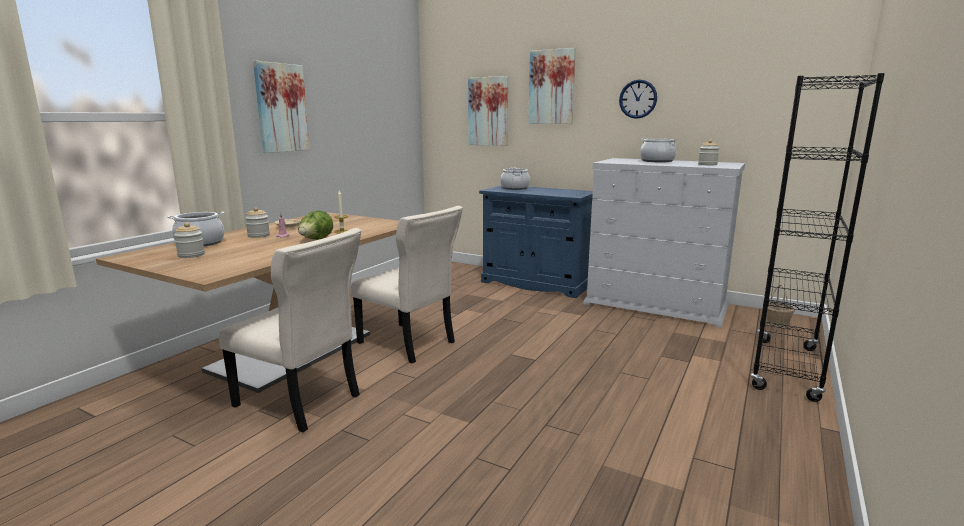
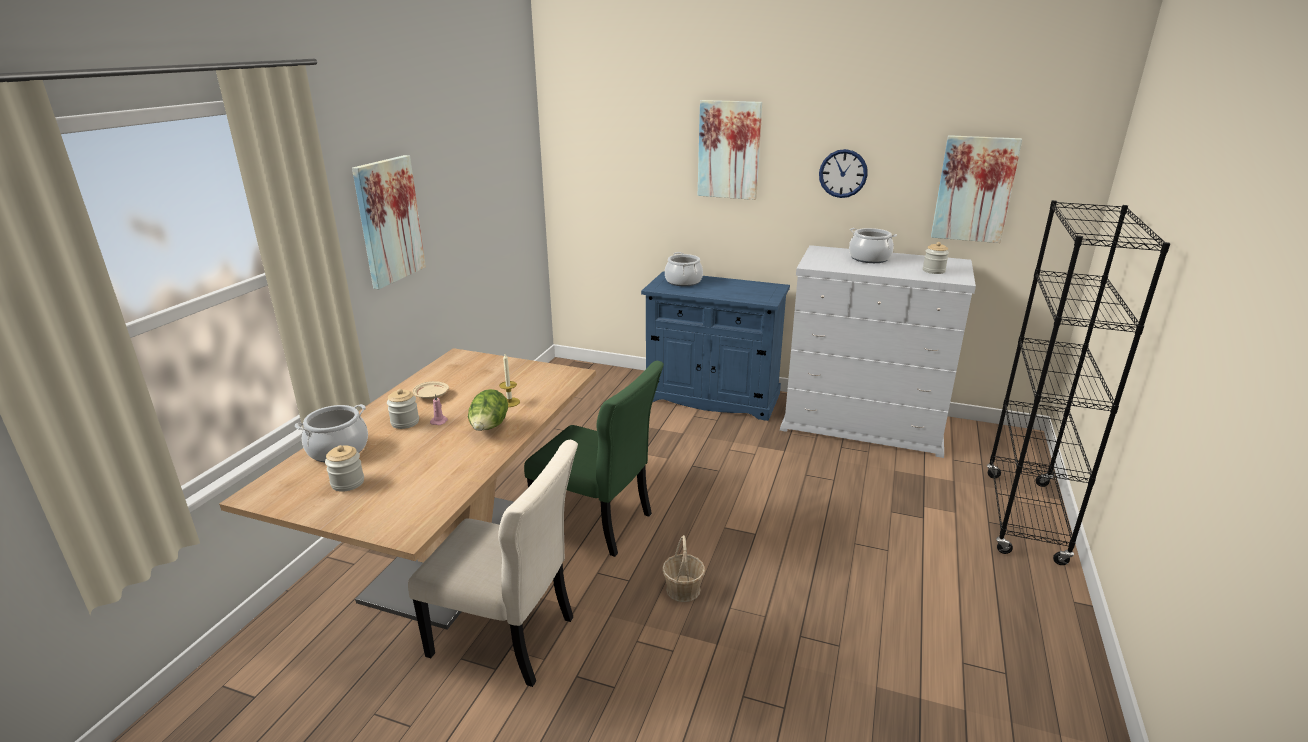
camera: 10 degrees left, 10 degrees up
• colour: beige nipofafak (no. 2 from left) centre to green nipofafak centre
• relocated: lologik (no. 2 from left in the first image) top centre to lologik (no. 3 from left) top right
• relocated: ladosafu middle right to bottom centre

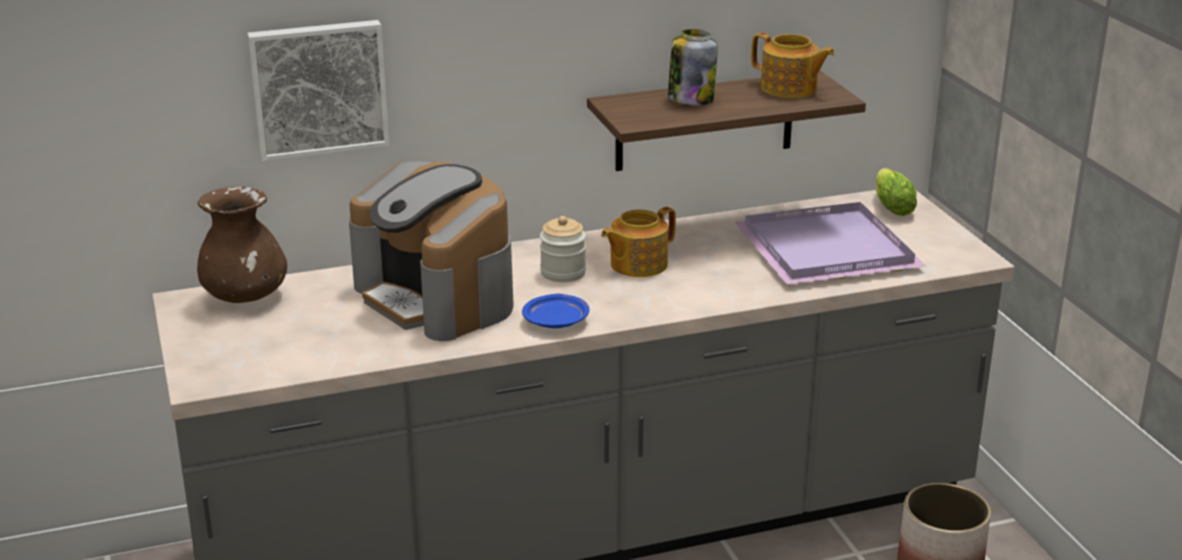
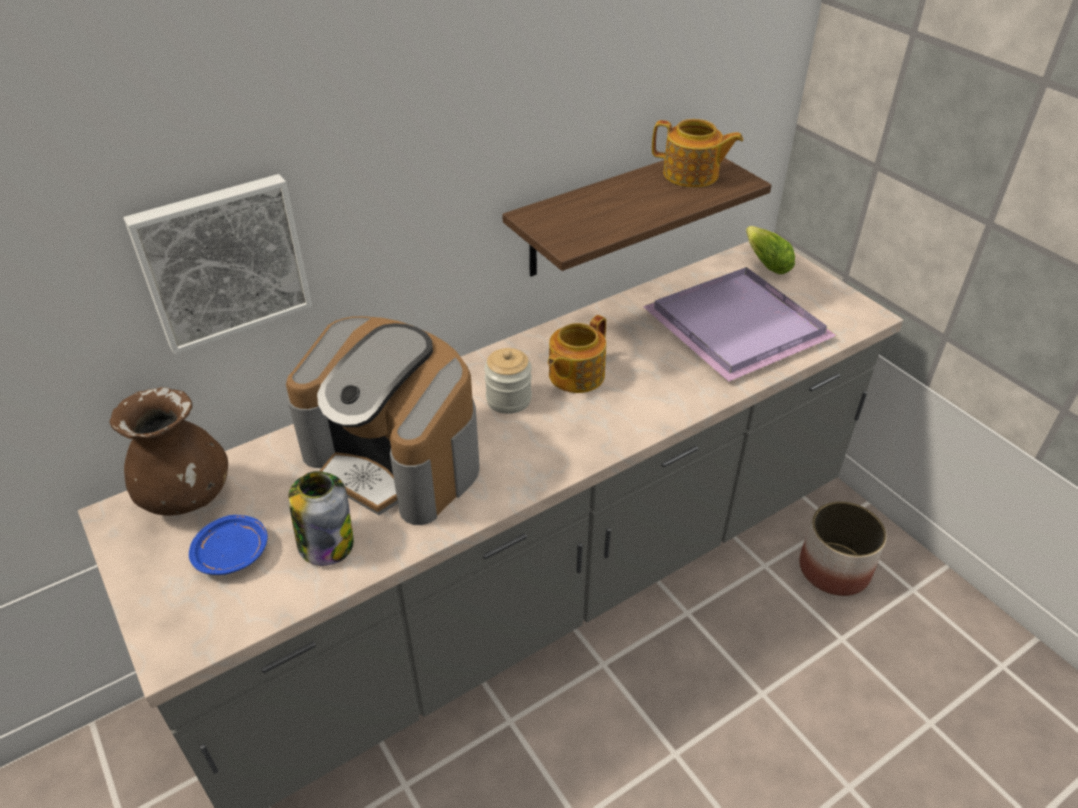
camera: 15 degrees left, 15 degrees up
• relocated: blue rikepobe centre to bottom left
• relocated: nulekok (no. 2 from left in the first image) top centre to nulekok (no. 1 from left) middle left

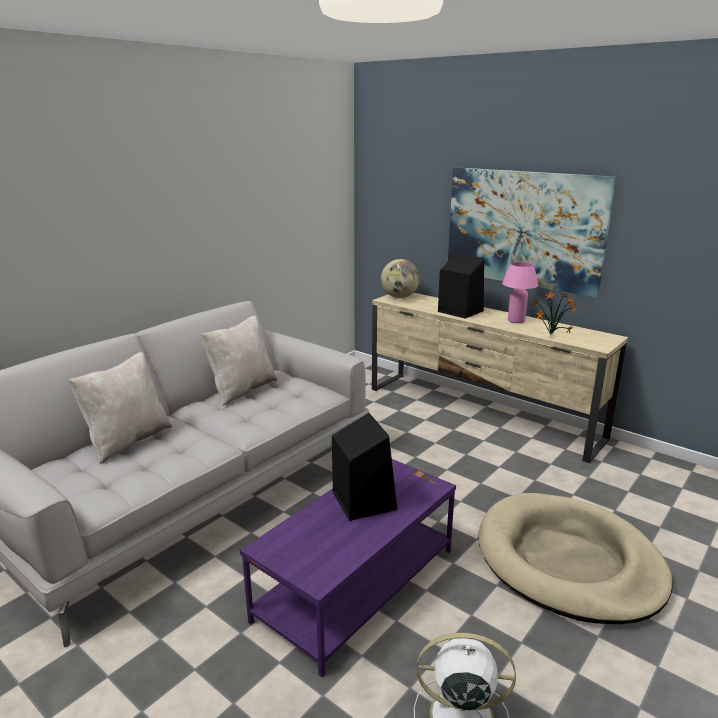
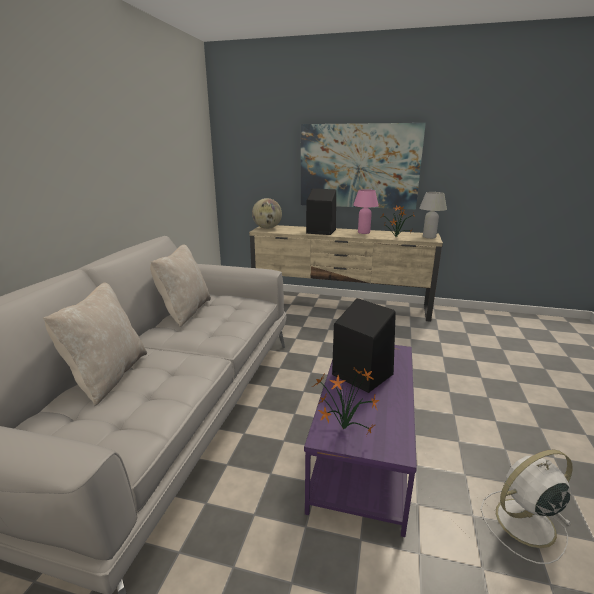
camera: 25 degrees left, 0 degrees up
• missing: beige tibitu bottom right
• appeared: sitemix (no. 1 from left) bottom centre
• appeared: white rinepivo middle right

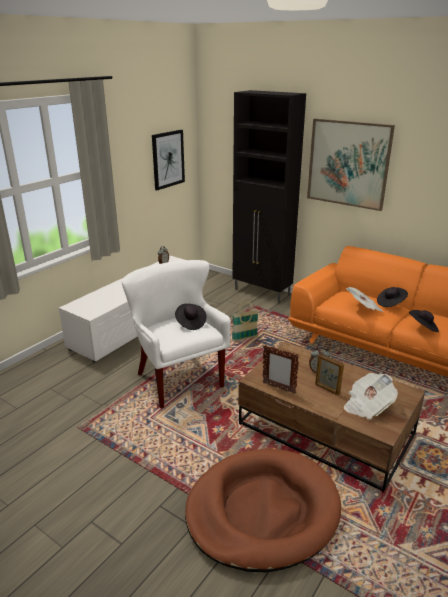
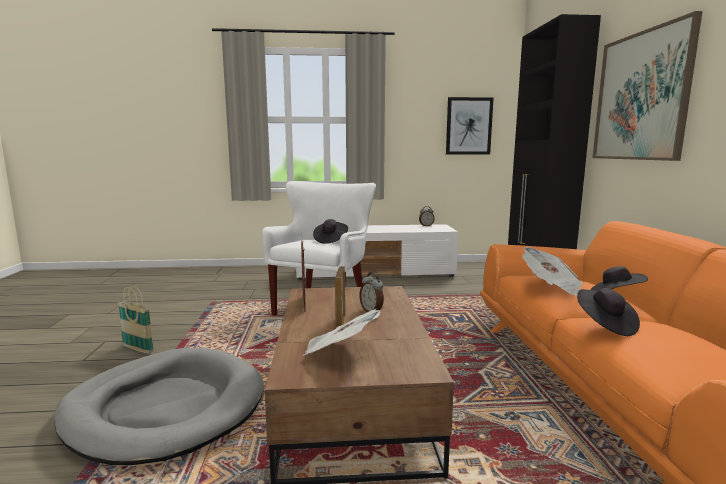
camera: 50 degrees right, 15 degrees down
• colour: brown tibitu bottom centre to grey tibitu bottom left
• relocated: ladosafu centre to middle left

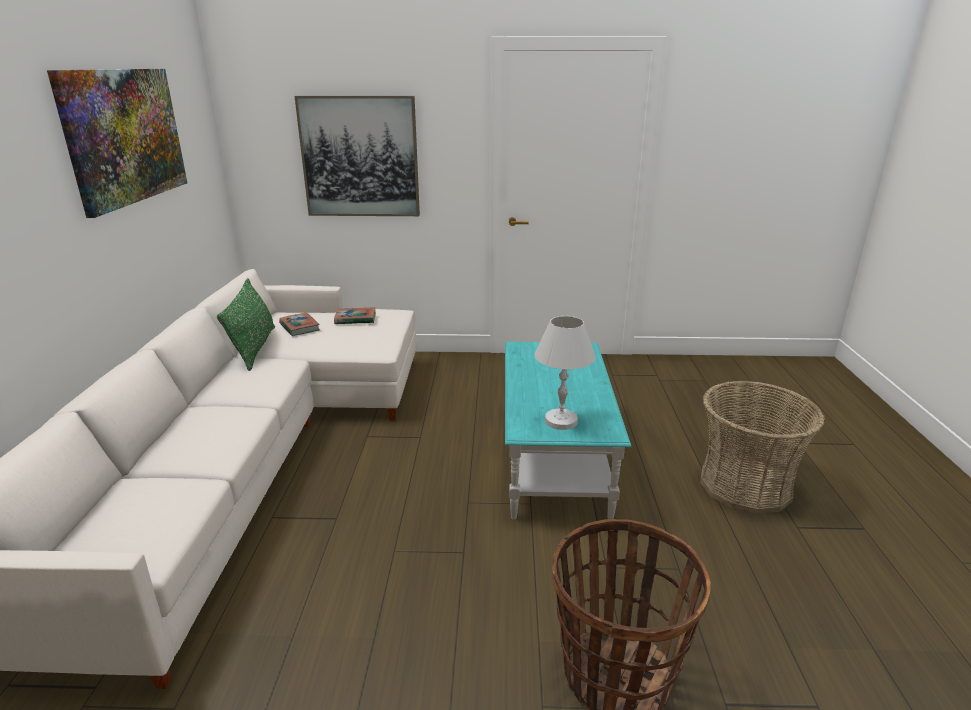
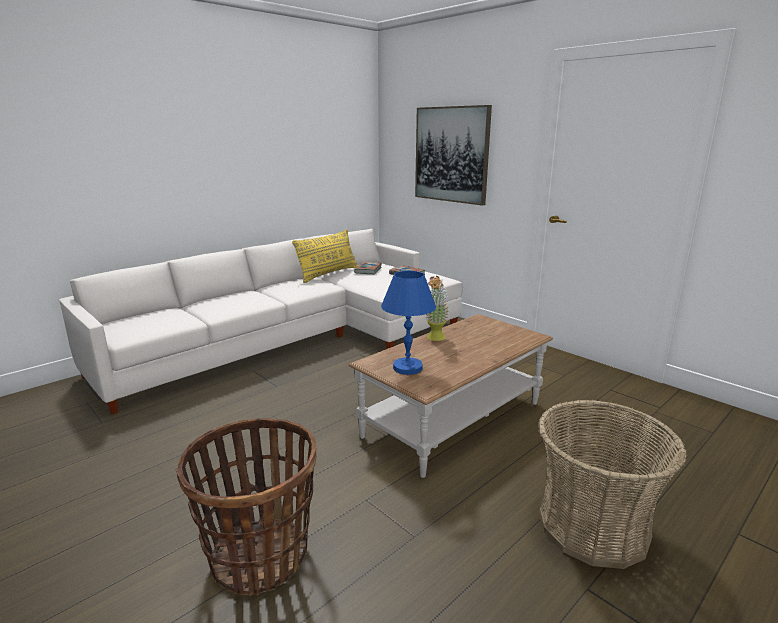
camera: 45 degrees right, 5 degrees down
• missing: lologik (no. 1 from left) top left
• colour: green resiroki middle left to yellow resiroki centre
• colour: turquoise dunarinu centre to brown dunarinu centre
• colour: white rinepivo centre to blue rinepivo centre
• appeared: sitemix centre

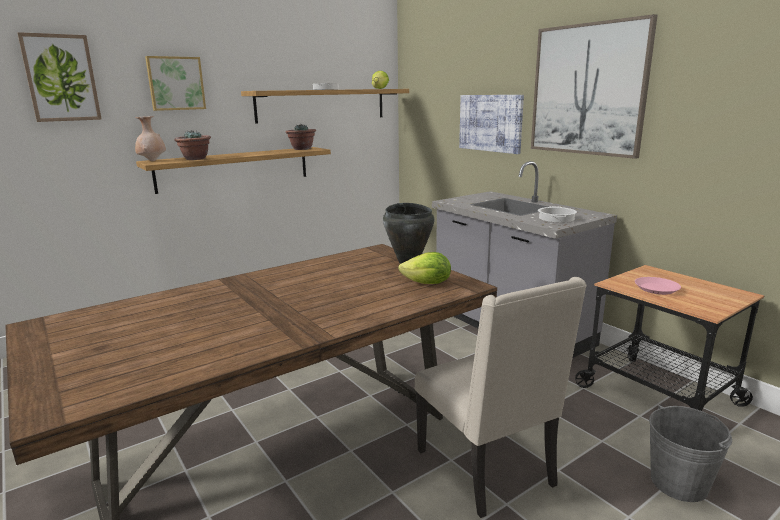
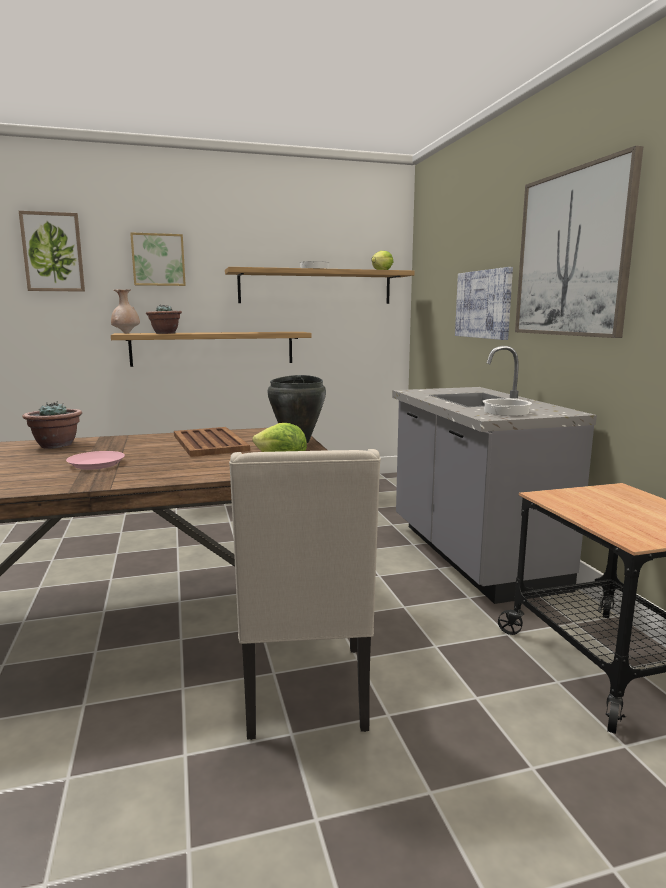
camera: 20 degrees right, 5 degrees down
• relocated: sitemix (no. 2 from left in the first image) top centre to sitemix (no. 1 from left) middle left
• relocated: pink rikepobe middle right to middle left
• missing: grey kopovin bottom right
• appeared: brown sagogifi middle left

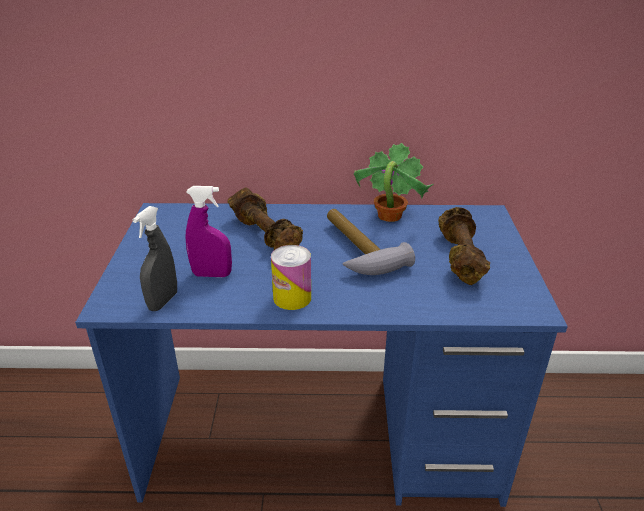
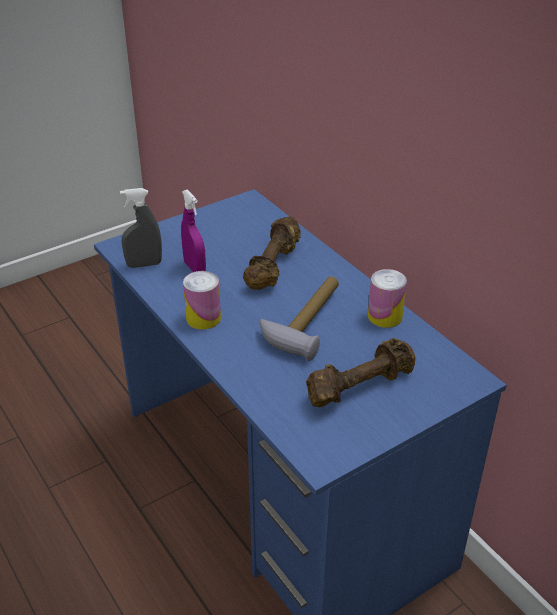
camera: 55 degrees right, 5 degrees up
• exchanged: sitemix centre to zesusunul (no. 2 from left) middle right

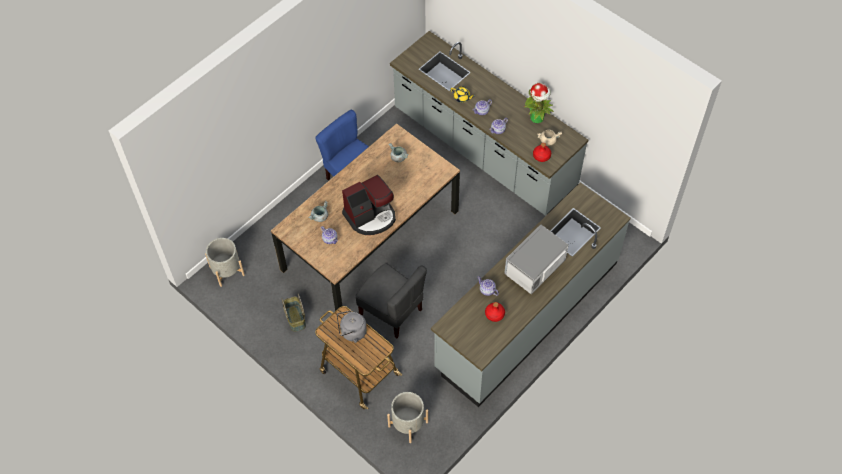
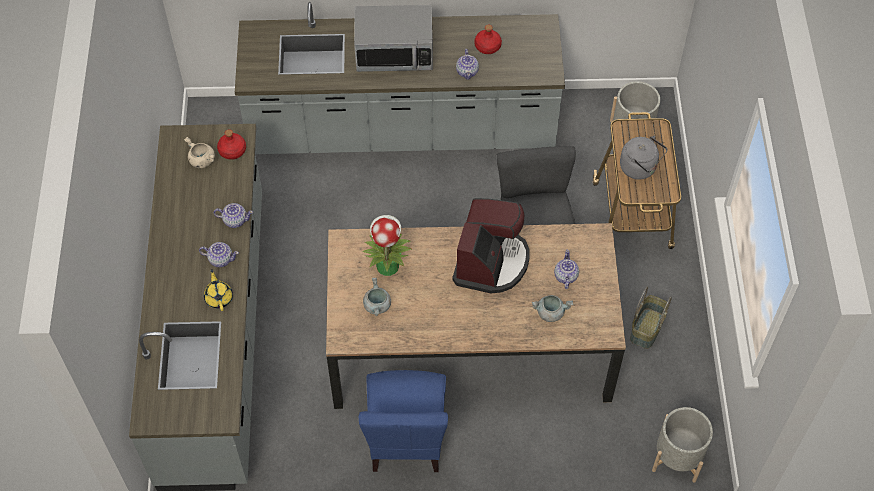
camera: 135 degrees left, 0 degrees up
• spun: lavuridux centre = centre 90 degrees clockwise
• relocated: sitemix top centre to centre

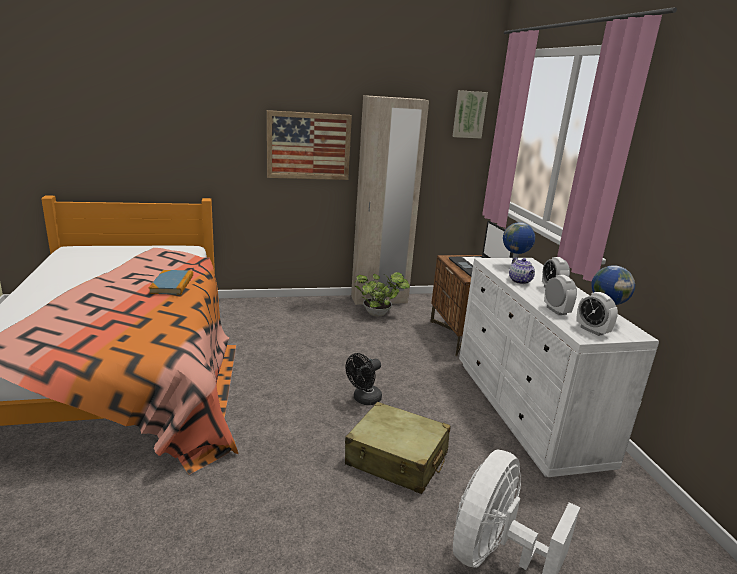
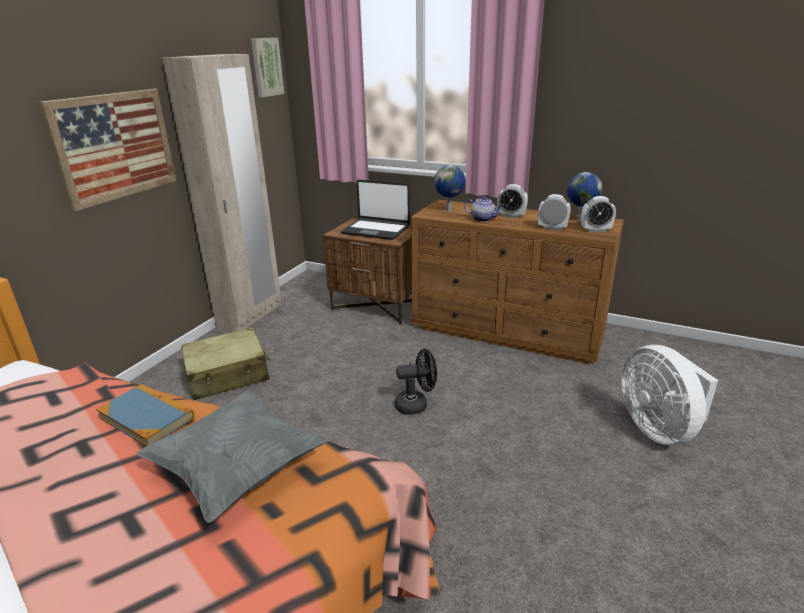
camera: 50 degrees left, 5 degrees up
• relocated: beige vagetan bottom centre to middle left
• spun: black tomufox centre = centre 90 degrees counterclockwise
• missing: sitemix centre
• colour: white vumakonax middle right to brown vumakonax centre
• appeared: grey resiroki bottom left

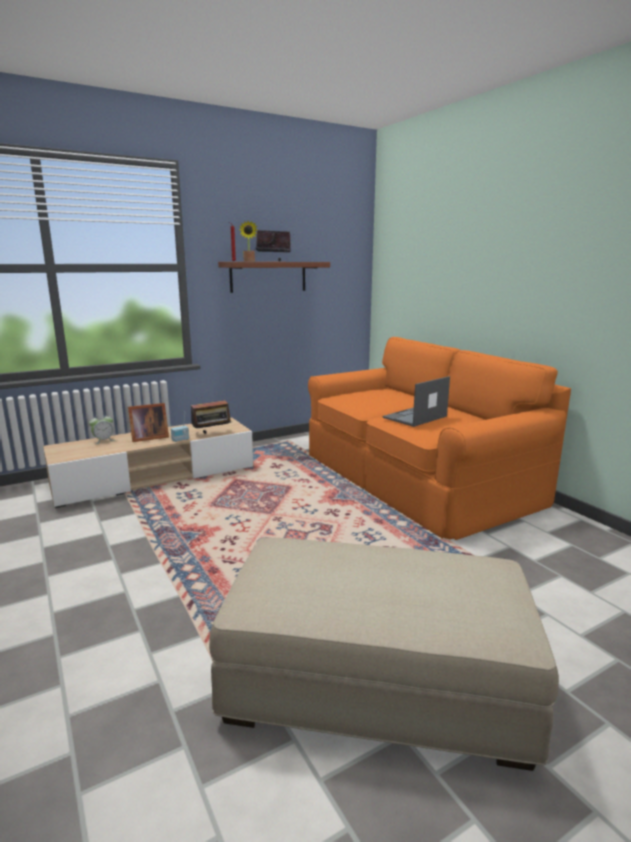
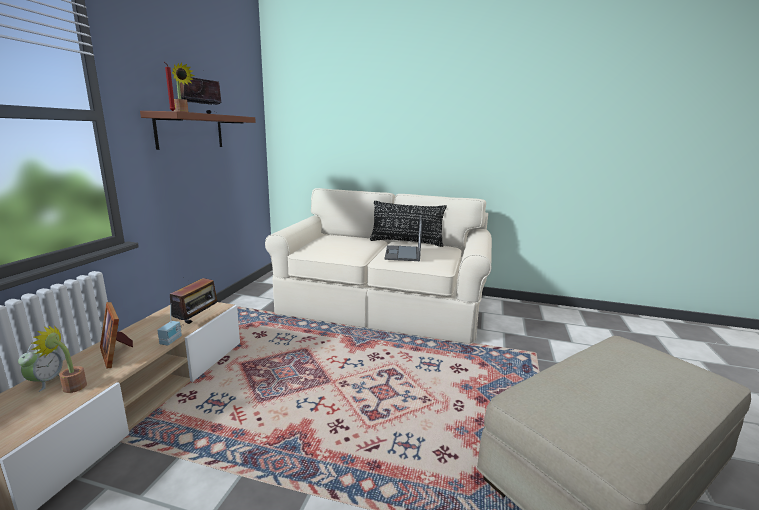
camera: 45 degrees left, 0 degrees up
• spun: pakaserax middle left = middle left 120 degrees clockwise
• colour: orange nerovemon middle right to beige nerovemon centre
• appeared: sitemix (no. 1 from left) bottom left
• appeared: black resiroki centre

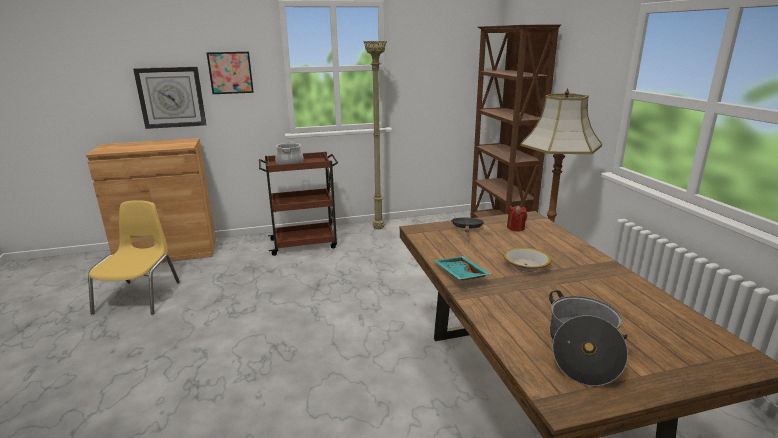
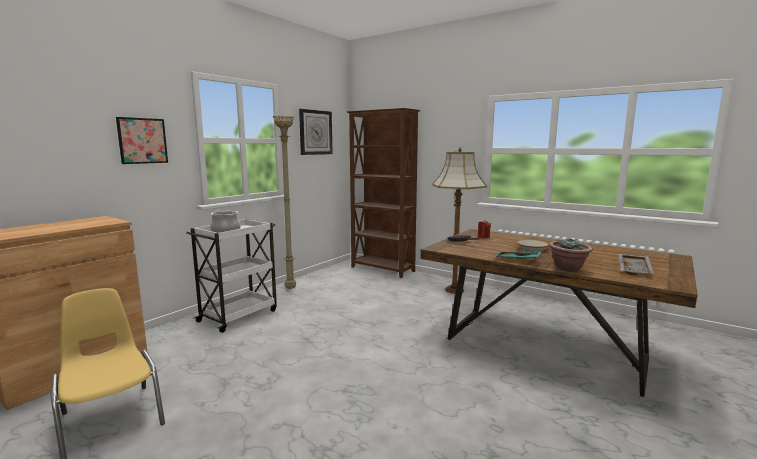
camera: 40 degrees left, 10 degrees down
• relocated: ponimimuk top left to top centre
• colour: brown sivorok centre to white sivorok middle left
• exchanged: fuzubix (no. 2 from left) bottom right to grey sagogifi middle right
• appeared: sitemix middle right

